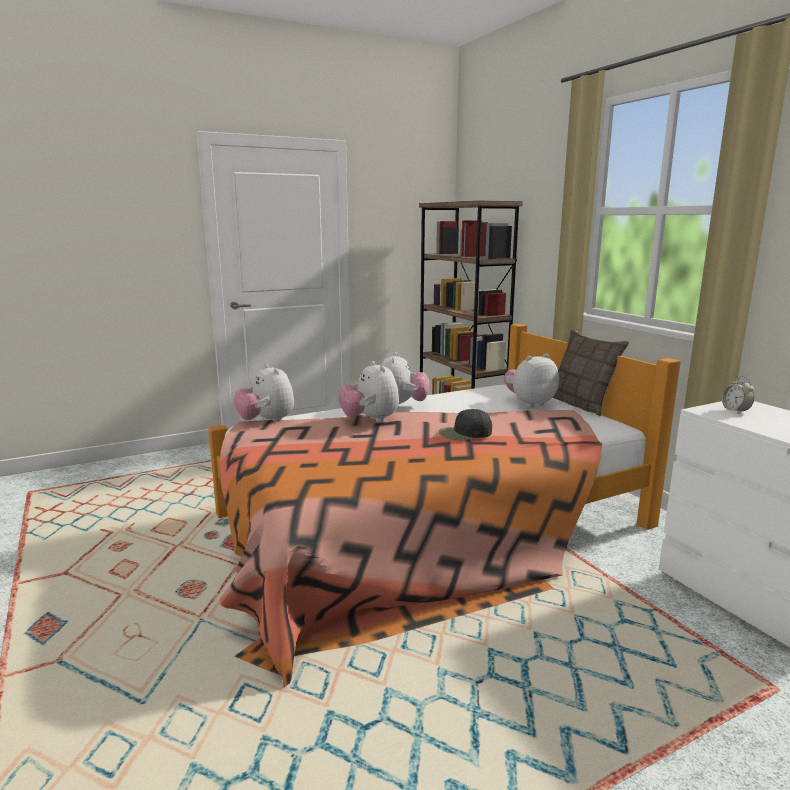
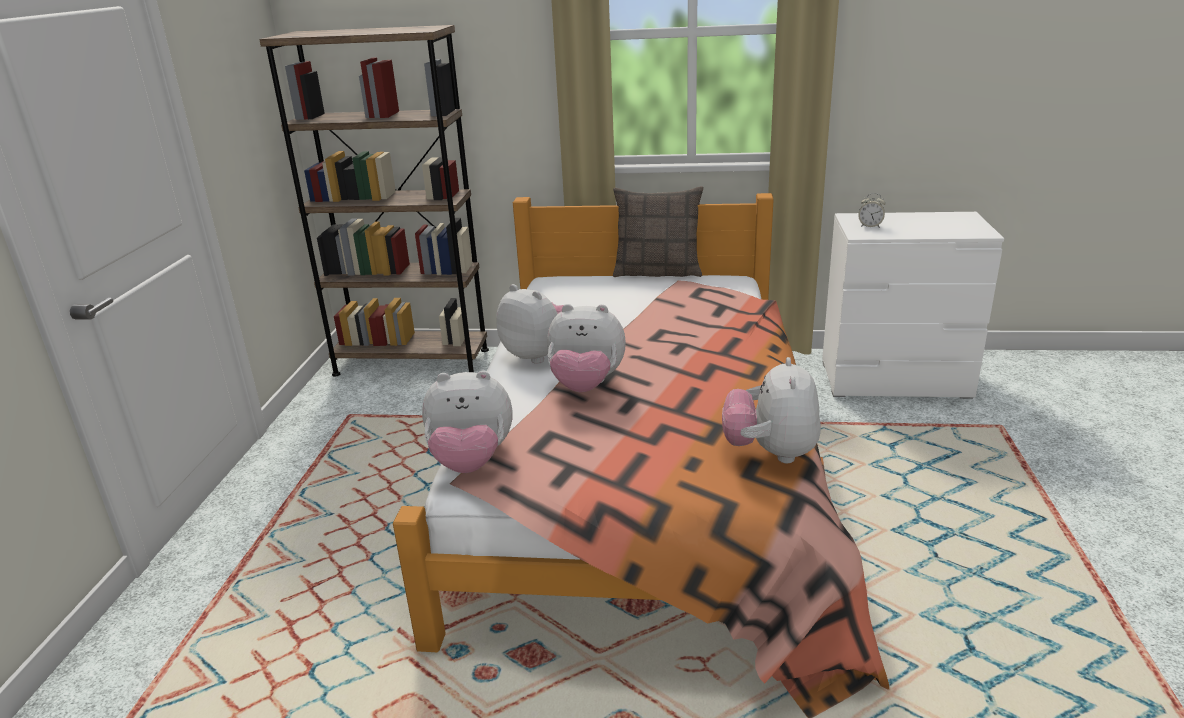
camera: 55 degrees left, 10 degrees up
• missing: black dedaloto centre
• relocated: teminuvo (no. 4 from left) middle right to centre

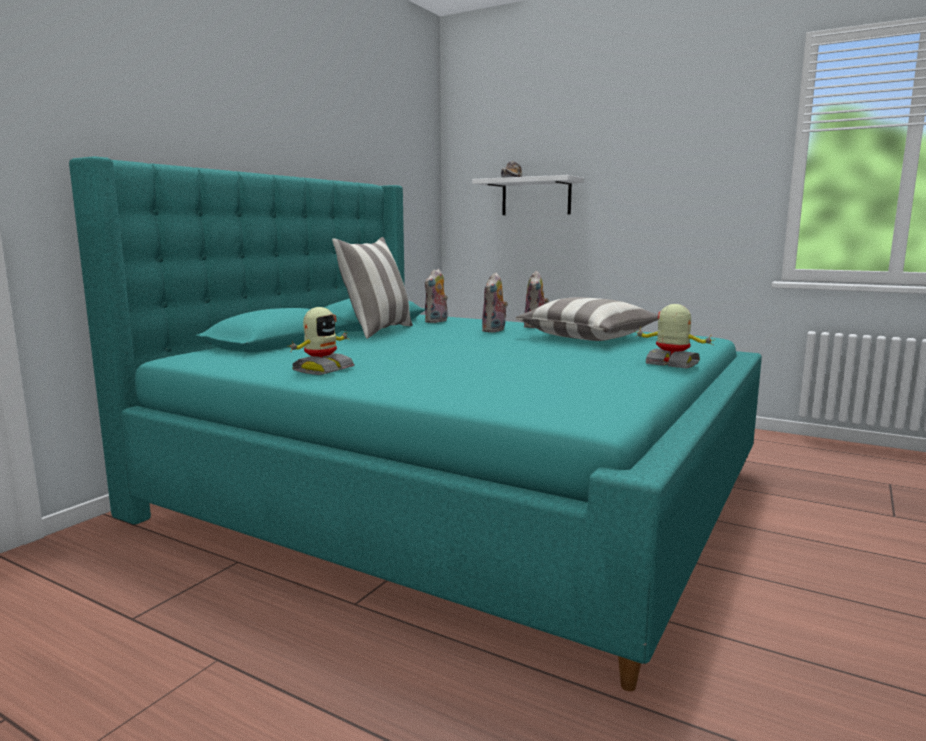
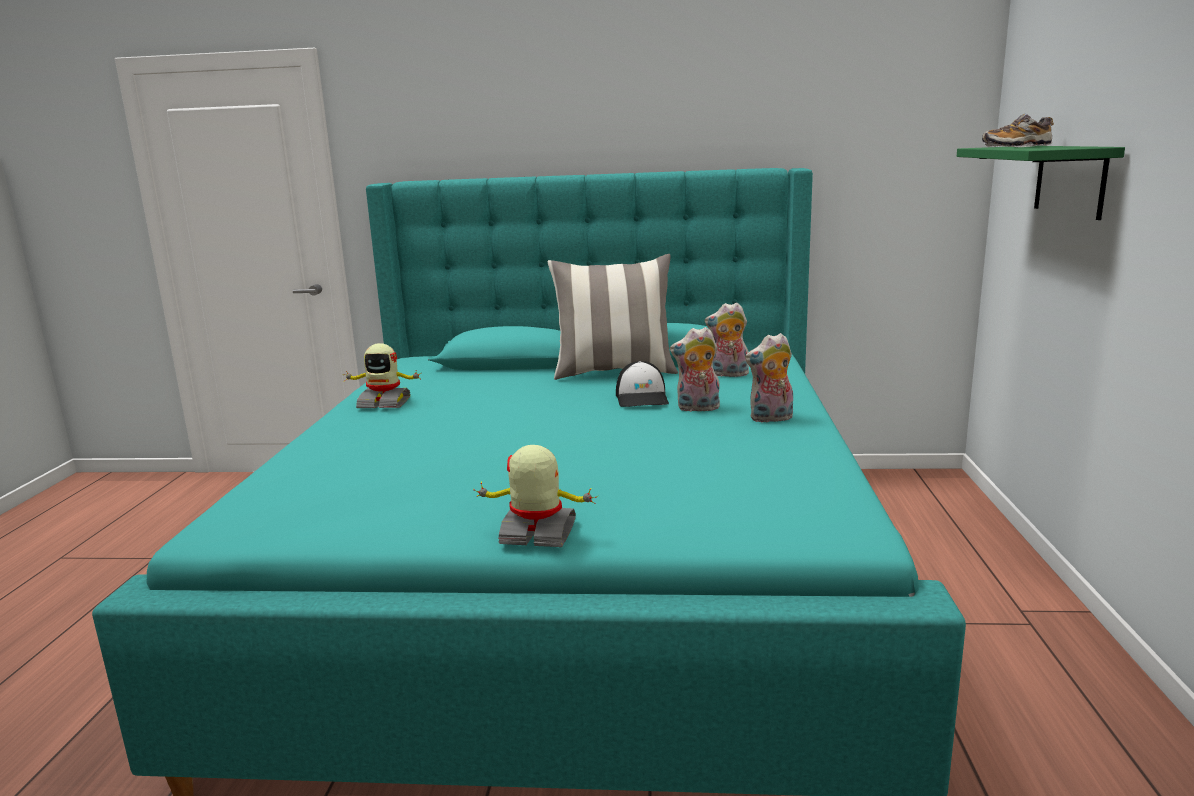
camera: 65 degrees right, 5 degrees up
• colour: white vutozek top centre to green vutozek top right
• missing: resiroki (no. 2 from left) centre
• spun: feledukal (no. 2 from left) middle right = centre 90 degrees counterclockwise
• appeared: dedaloto centre

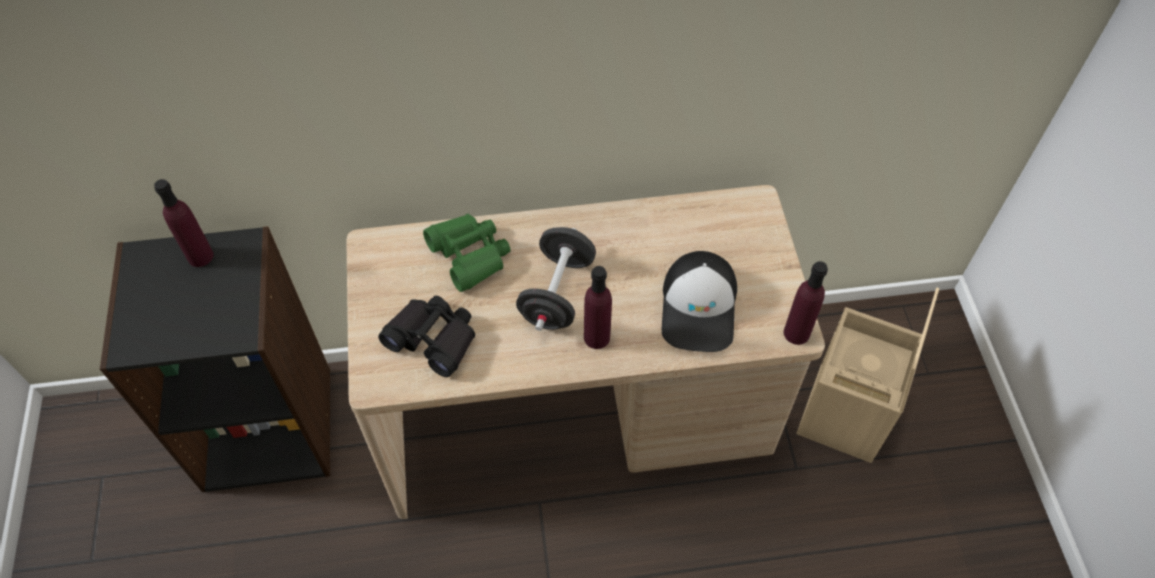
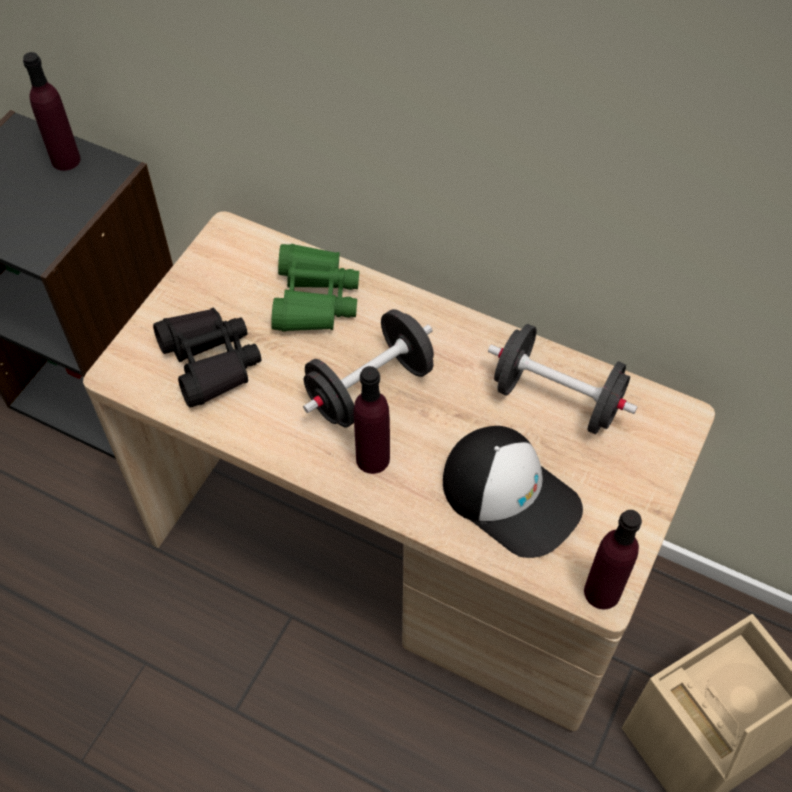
camera: 35 degrees right, 0 degrees up
• spun: dedaloto centre = centre 90 degrees counterclockwise
• appeared: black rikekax (no. 2 from left) middle right

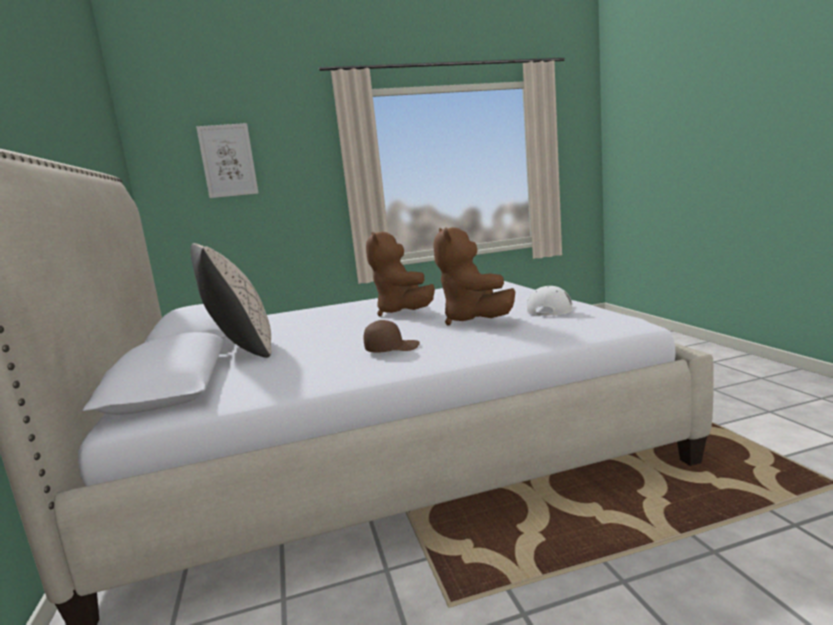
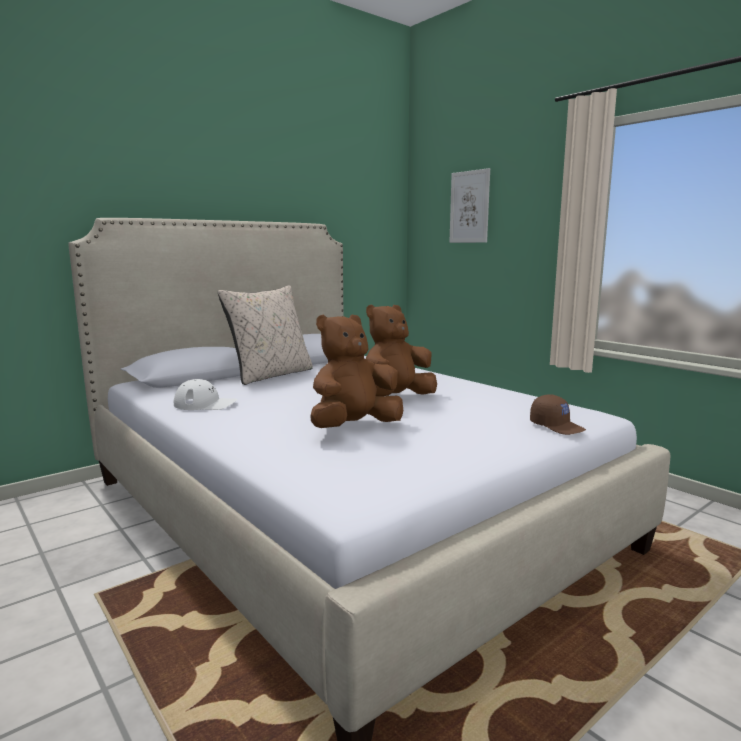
camera: 65 degrees right, 0 degrees up
• relocated: brown dedaloto centre to middle right
• relocated: white dedaloto centre to middle left

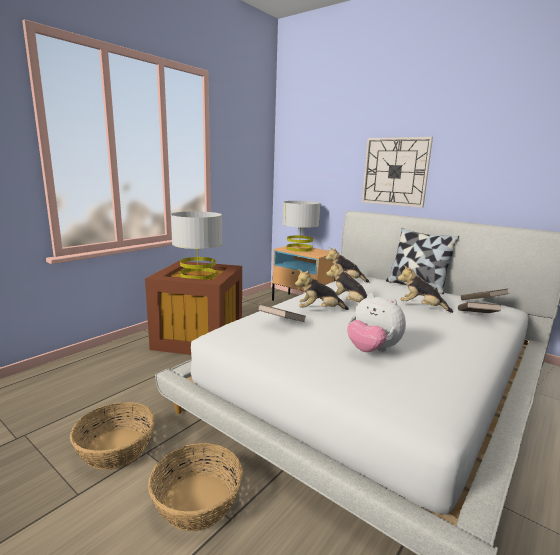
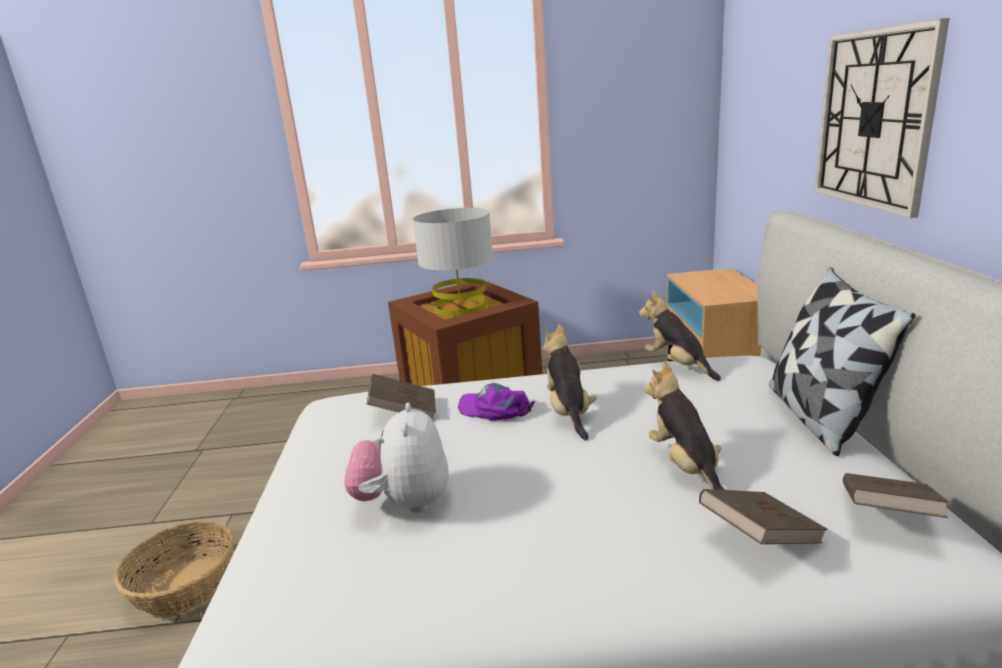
camera: 50 degrees right, 5 degrees up
• missing: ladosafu (no. 1 from left) bottom left
• missing: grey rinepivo (no. 2 from left) centre
• exchanged: teminuvo (no. 1 from left) centre to purple dedaloto centre

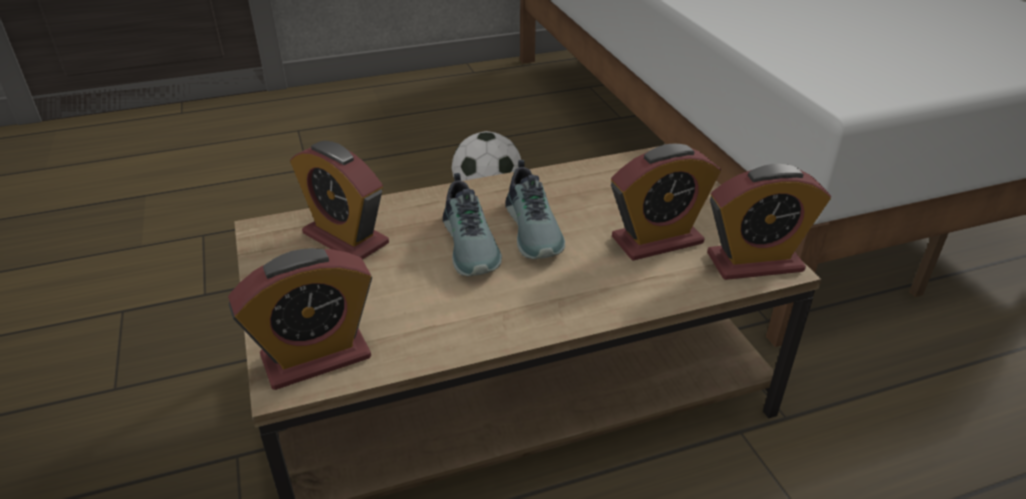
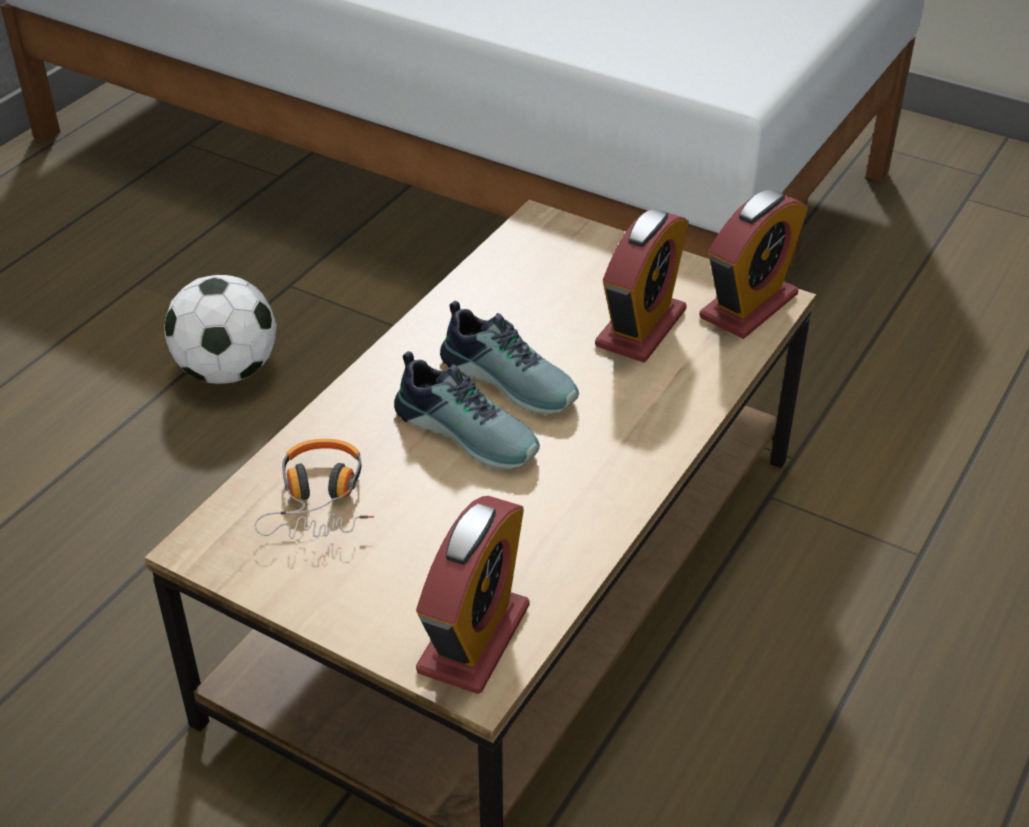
camera: 40 degrees left, 5 degrees up
• exchanged: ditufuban (no. 2 from left) middle left to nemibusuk middle left

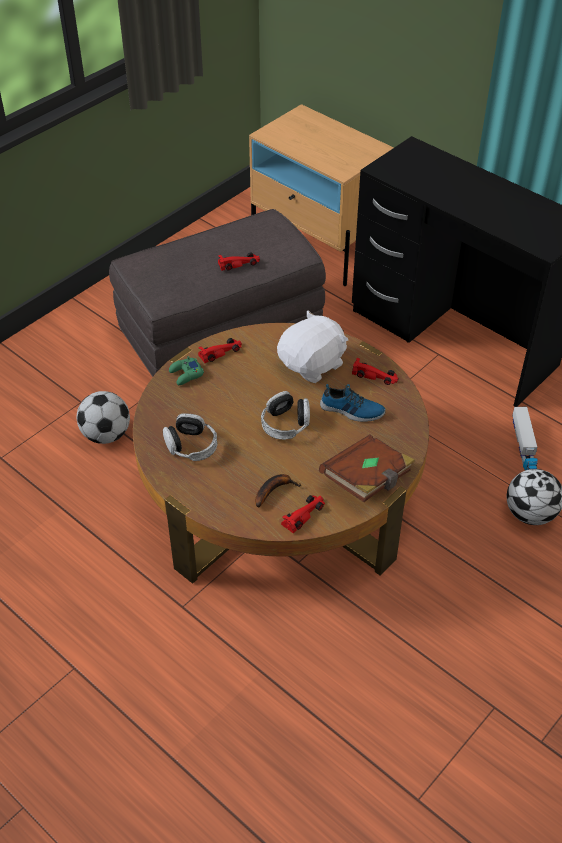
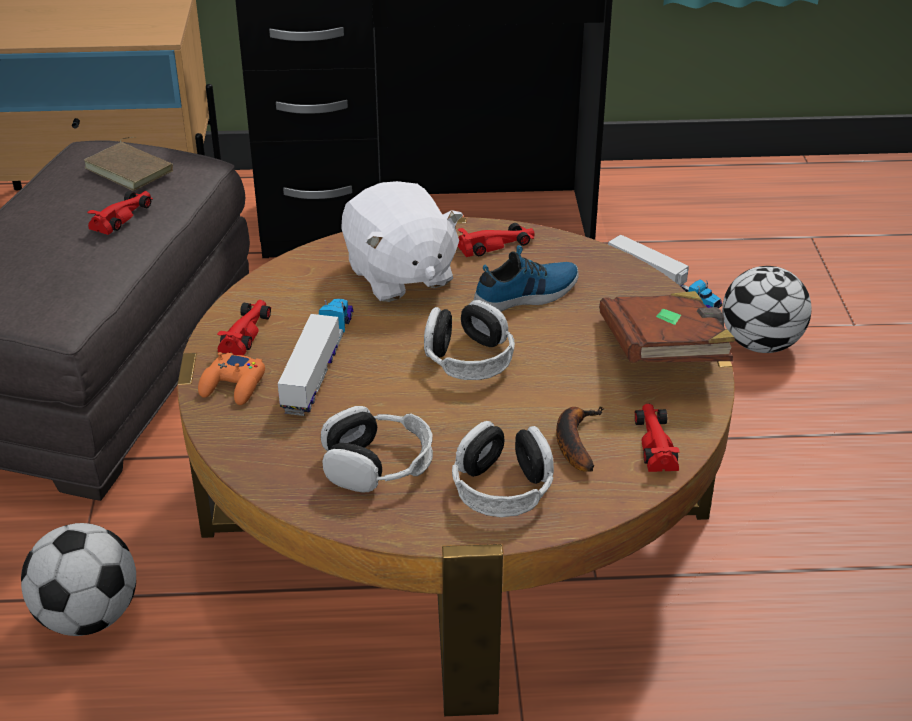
camera: 45 degrees left, 10 degrees down
• colour: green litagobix middle left to orange litagobix middle left
• spun: white teminuvo centre = centre 150 degrees clockwise
• appeared: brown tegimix (no. 1 from left) top left
• appeared: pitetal (no. 1 from left) centre
• appeared: nemibusuk (no. 3 from left) centre

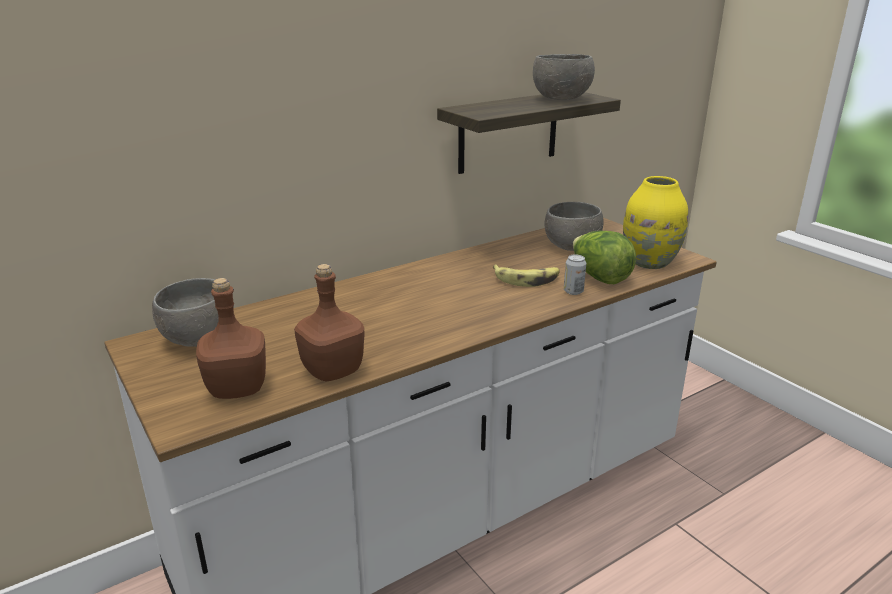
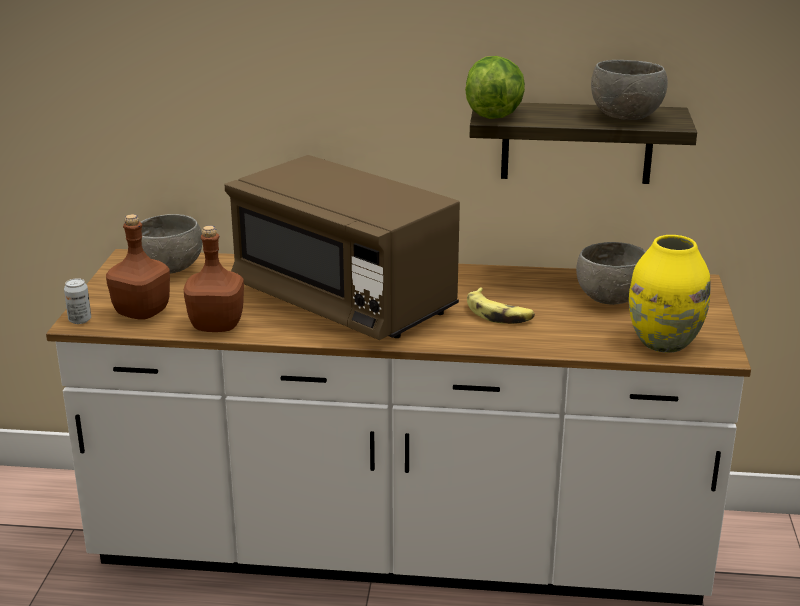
camera: 40 degrees right, 0 degrees up
• relocated: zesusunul centre to middle left
• relocated: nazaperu middle right to top centre
• appeared: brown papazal centre

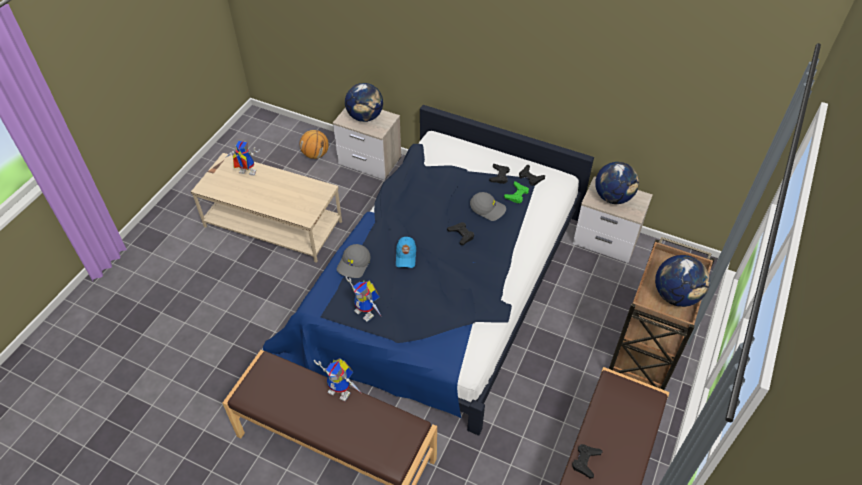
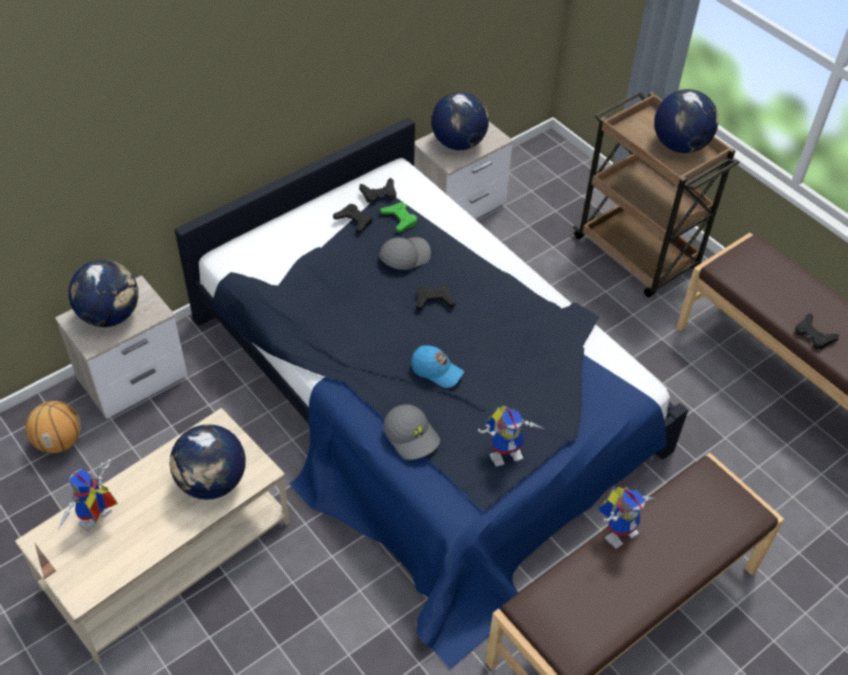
camera: 65 degrees left, 0 degrees up
• appeared: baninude (no. 2 from left) bottom left

